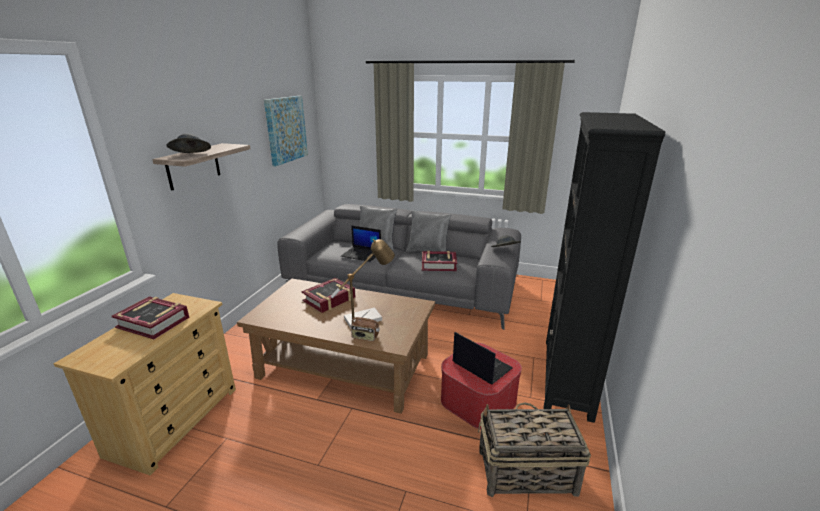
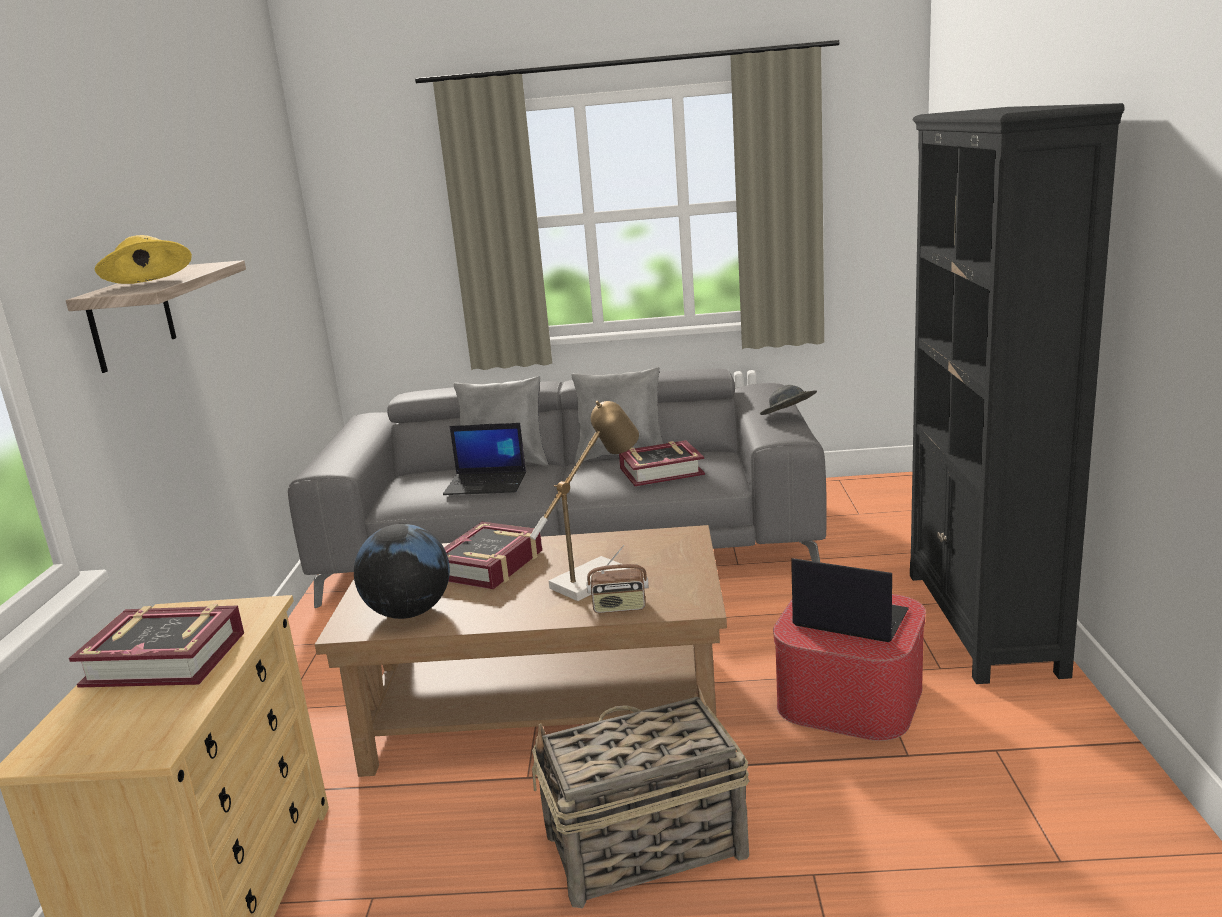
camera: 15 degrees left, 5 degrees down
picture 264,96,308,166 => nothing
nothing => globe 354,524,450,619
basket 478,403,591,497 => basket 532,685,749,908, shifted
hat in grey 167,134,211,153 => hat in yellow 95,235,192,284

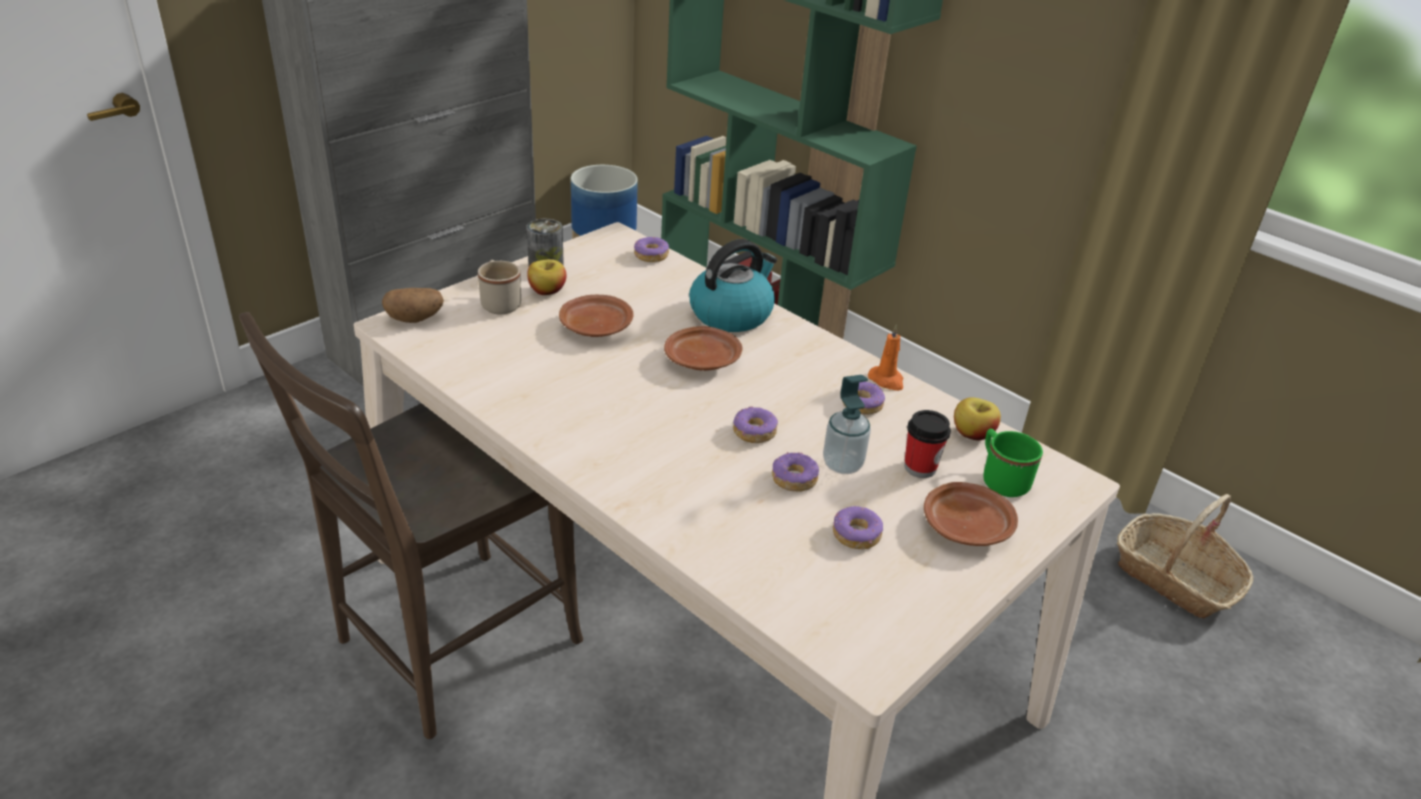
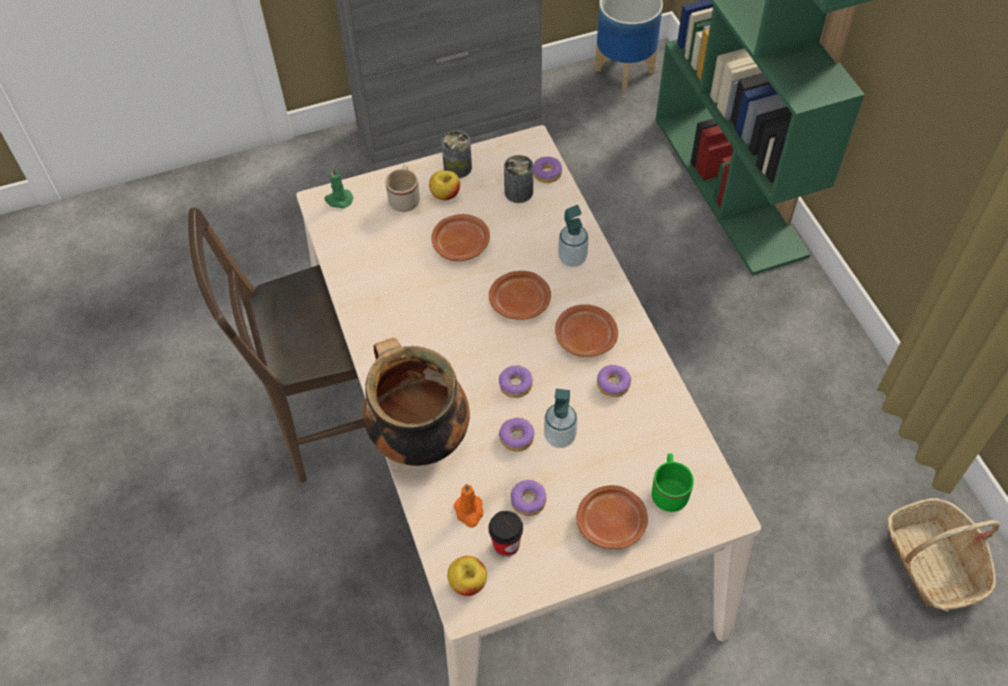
camera: 30 degrees right, 20 degrees up
nothing => cooking pot 363,338,470,466
nothing => can 504,155,533,203
nothing => plate in brown 555,304,618,357
candle in orange 868,325,903,391 => candle in orange 453,484,484,528, shifted
cup 904,410,951,478 => cup 488,511,523,557, shifted
apple 954,397,1001,440 => apple 447,556,487,596, shifted
potato 382,288,444,323 => candle in green 325,167,354,209
kettle 689,239,777,332 => soap dispenser 558,205,589,267

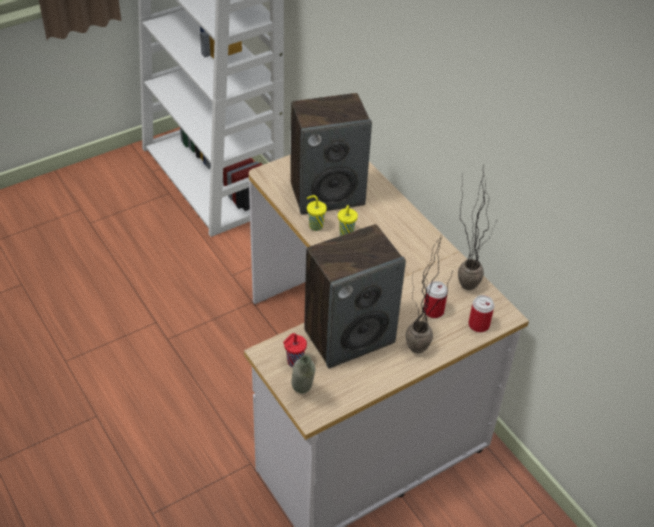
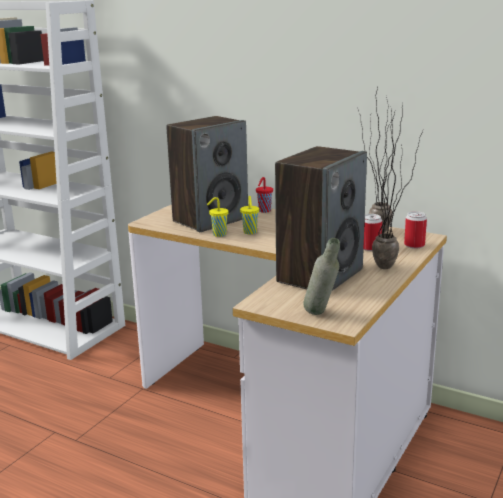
camera: 25 degrees left, 25 degrees down
cup in red 283,333,307,368 => cup in red 256,177,273,213, shifted

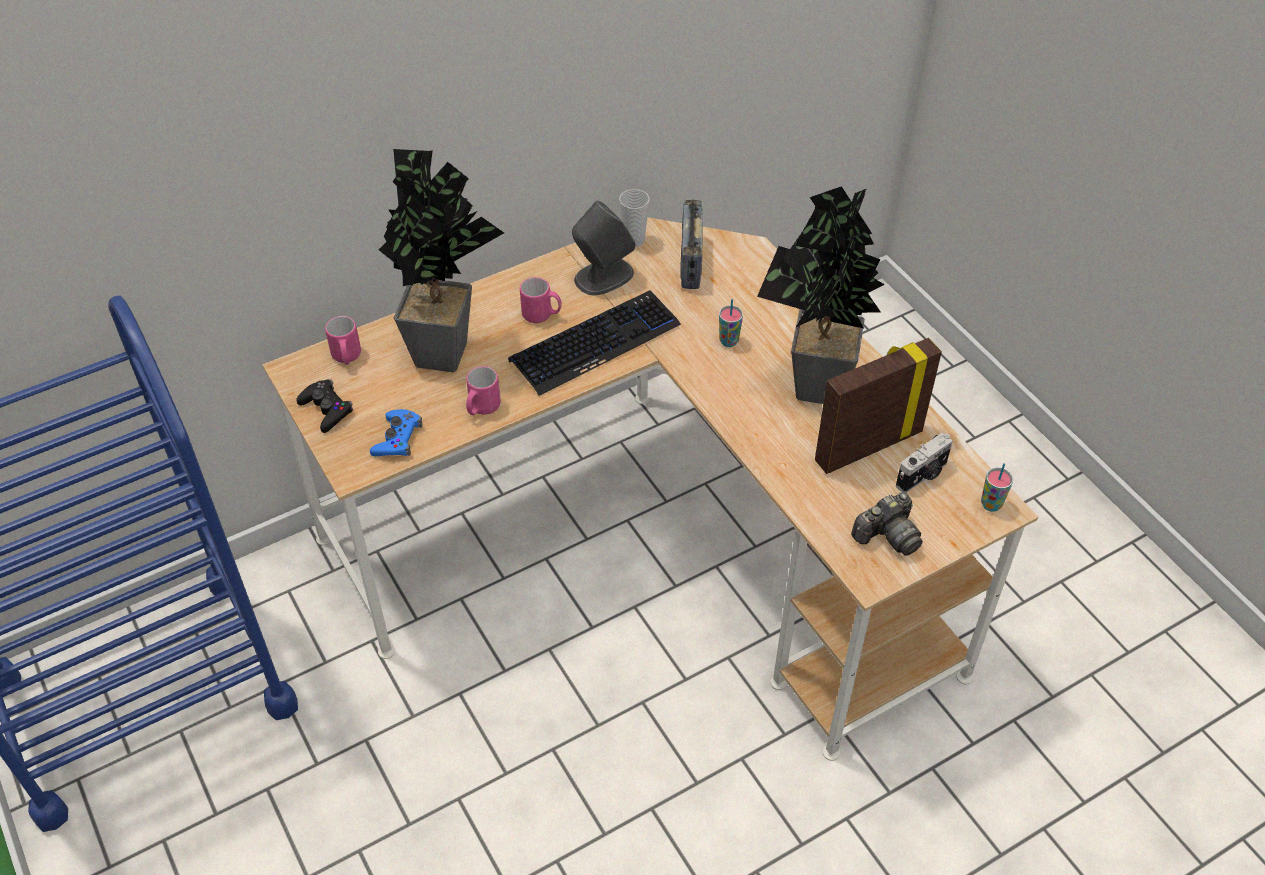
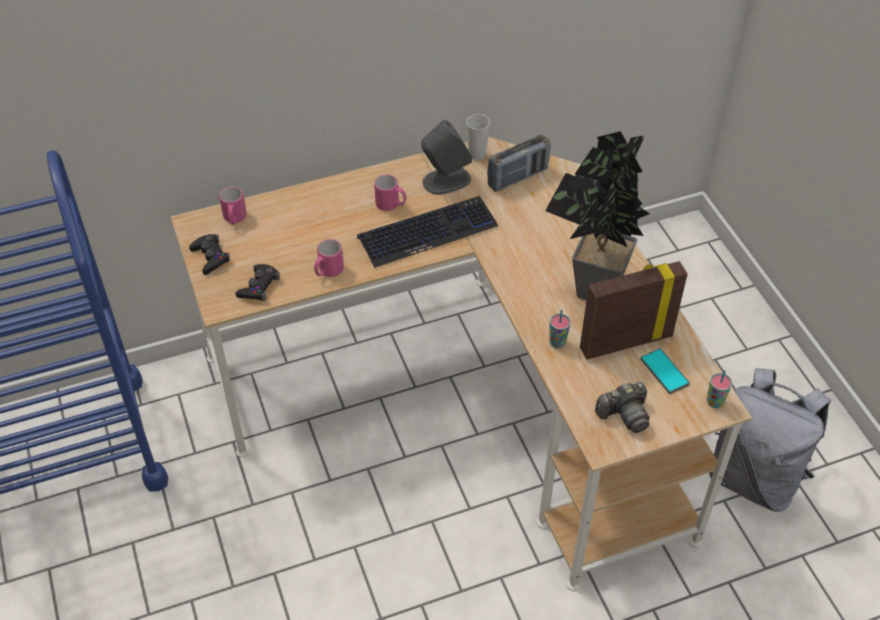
camera: 10 degrees right, 0 degrees up
potted plant 379,149,504,372 => nothing
nothing => backpack in grey 709,368,831,512
cup 719,299,743,347 => cup 549,310,571,348, shifted
photo camera 896,433,953,493 => phone 640,348,690,394
game controller in blue 370,409,423,456 => game controller in black 235,264,280,301
radio 680,200,702,289 => radio 487,135,551,192, 135 degrees counterclockwise

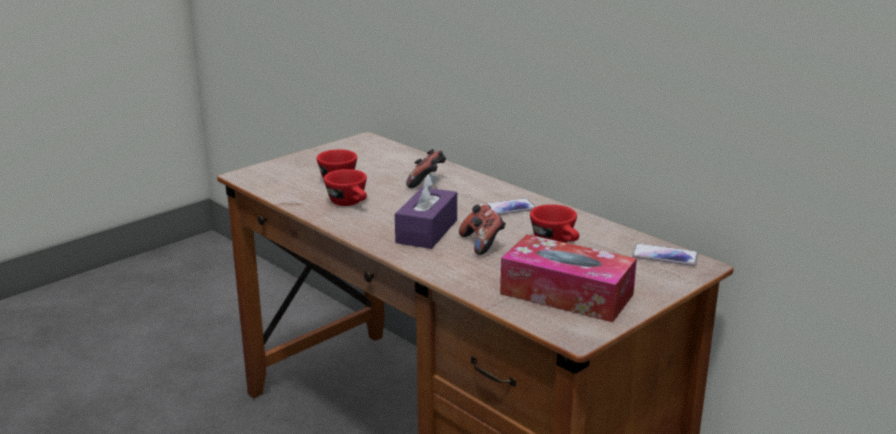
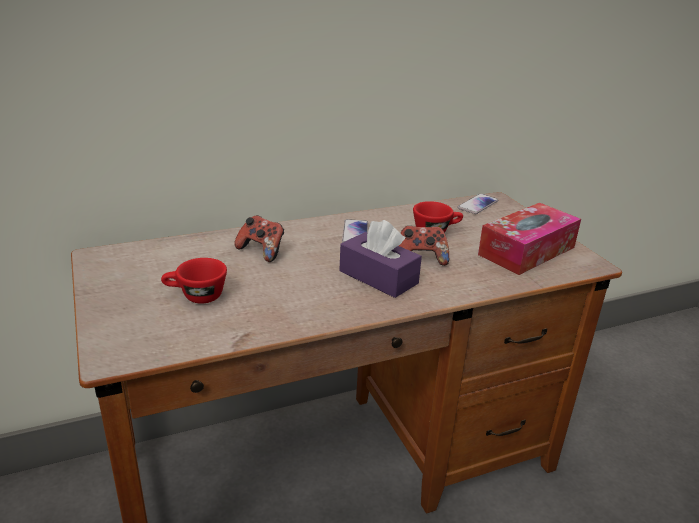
camera: 70 degrees left, 5 degrees up
cup in red 324,169,367,206 => nothing

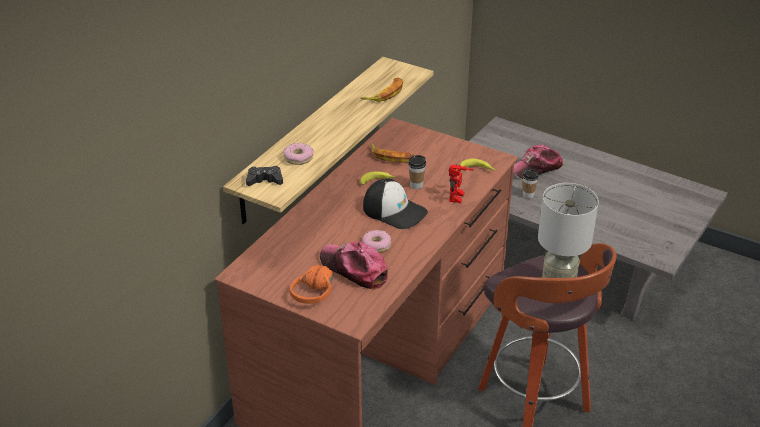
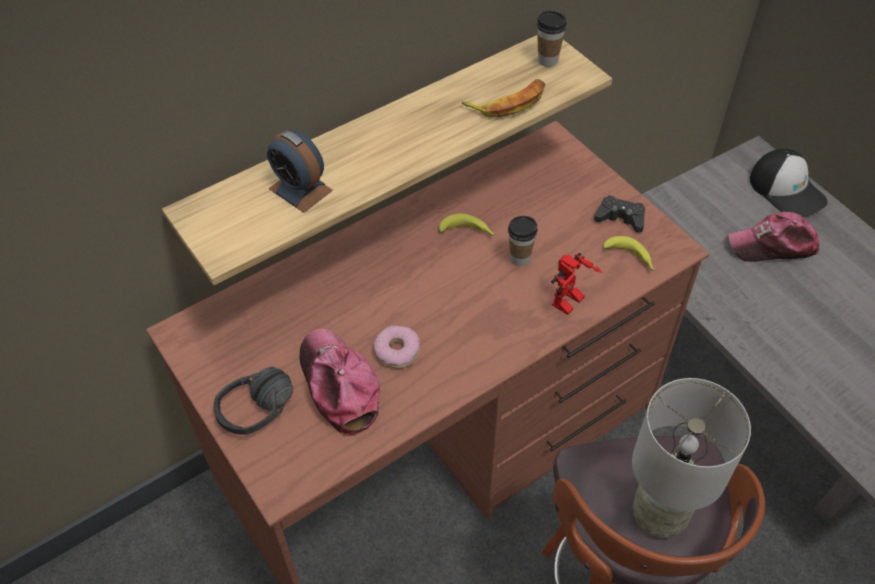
camera: 25 degrees right, 15 degrees up
banana 371,144,416,163 => nothing
game controller in black 246,166,283,186 => game controller in black 594,195,645,233, shifted
cap 363,178,428,229 => cap 750,149,828,218, shifted
cup 523,169,539,198 => cup 537,10,567,67, shifted
donut 283,143,314,165 => alarm clock 267,130,333,213
headphones in orange 290,265,333,304 => headphones in black 213,367,293,435

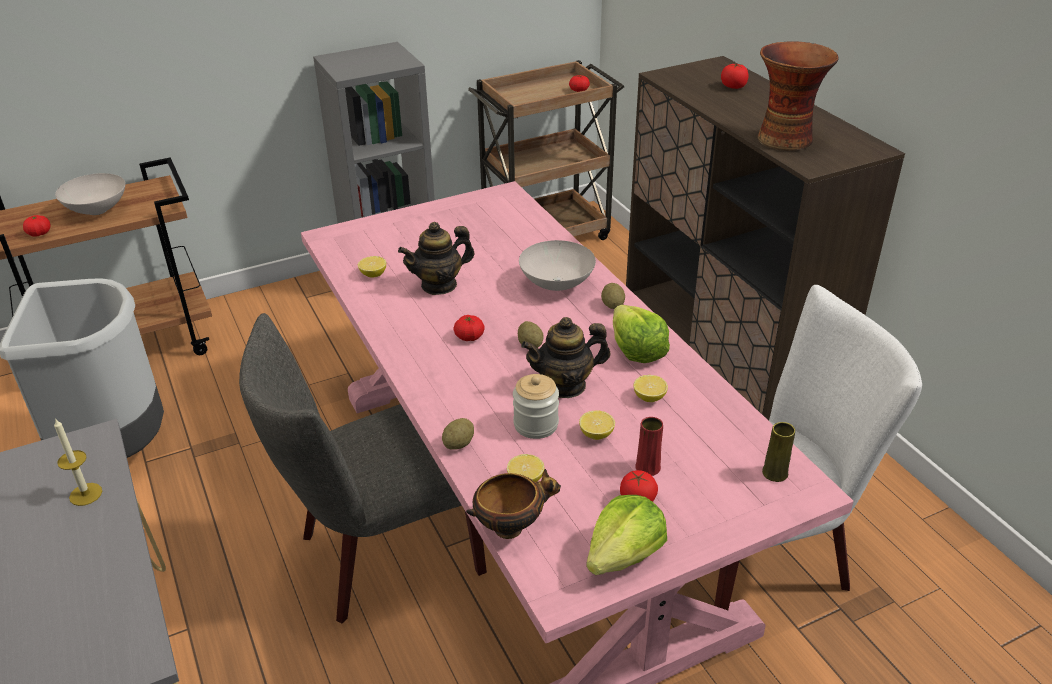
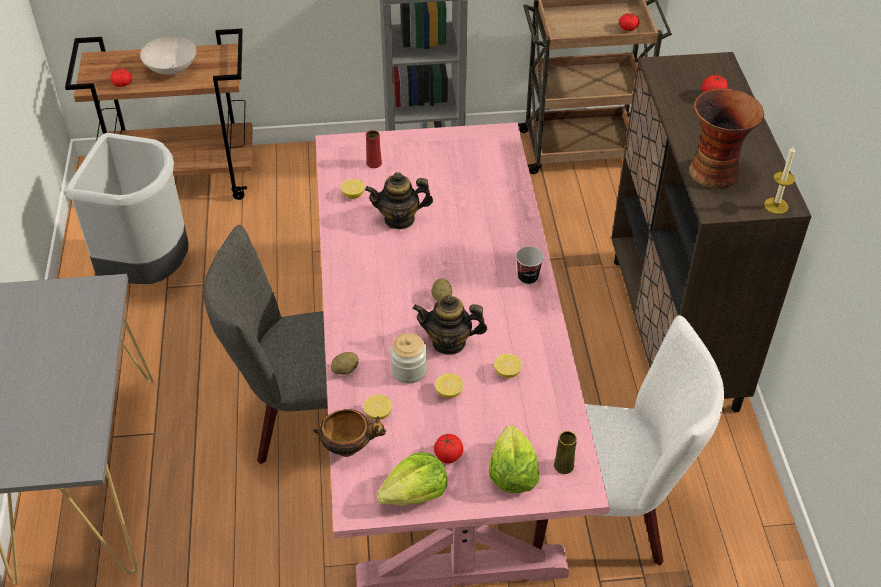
camera: 20 degrees right, 10 degrees up
tomato 453,315,485,341 => nothing
bowl in white 519,240,596,291 => nothing
candle 54,418,102,506 => candle 764,146,795,214, shifted
lettuce 613,305,670,363 => lettuce 489,425,540,493, shifted
vase in red 635,417,663,476 => vase in red 366,130,382,168, shifted
potato 601,283,625,309 => cup 516,247,544,285

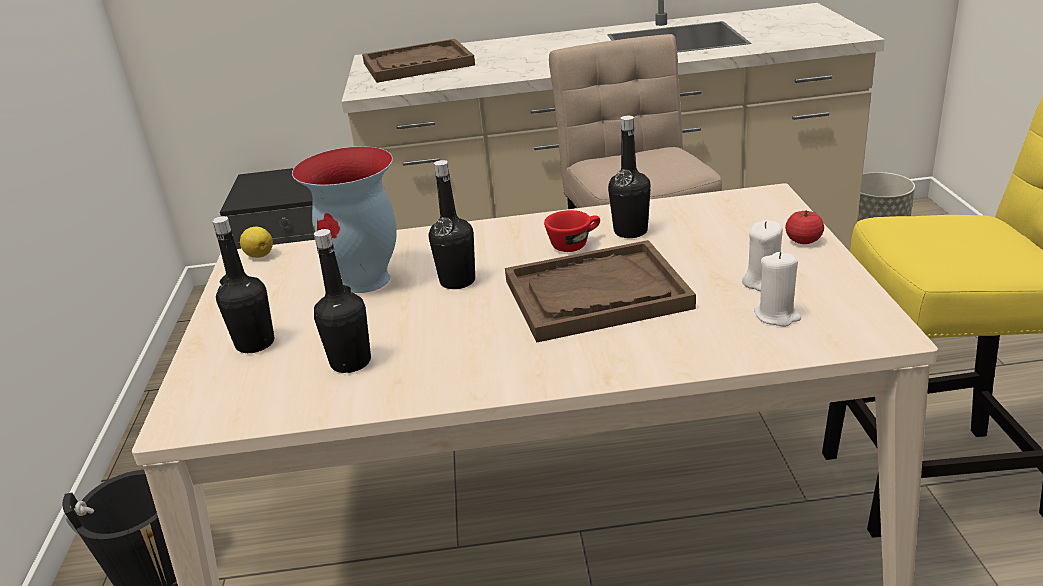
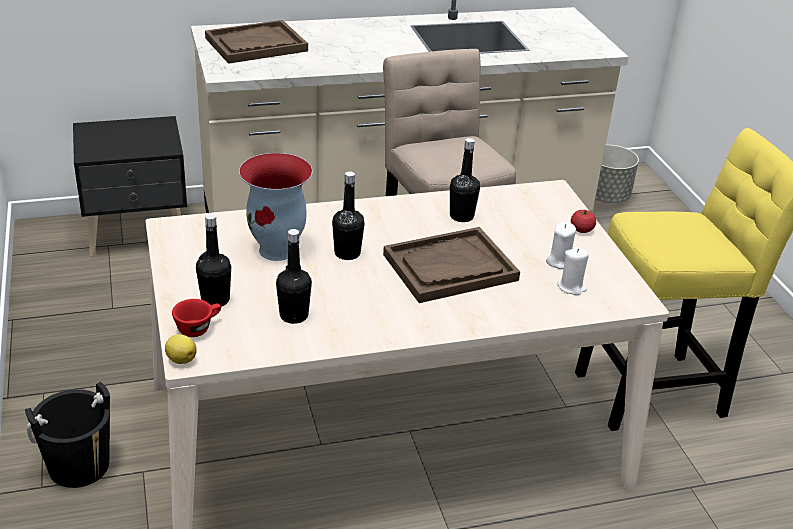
camera: 15 degrees left, 5 degrees up
lemon 240,227,273,258 => lemon 165,334,197,364, shifted
cup in red 544,210,600,252 => cup in red 172,299,221,337, shifted

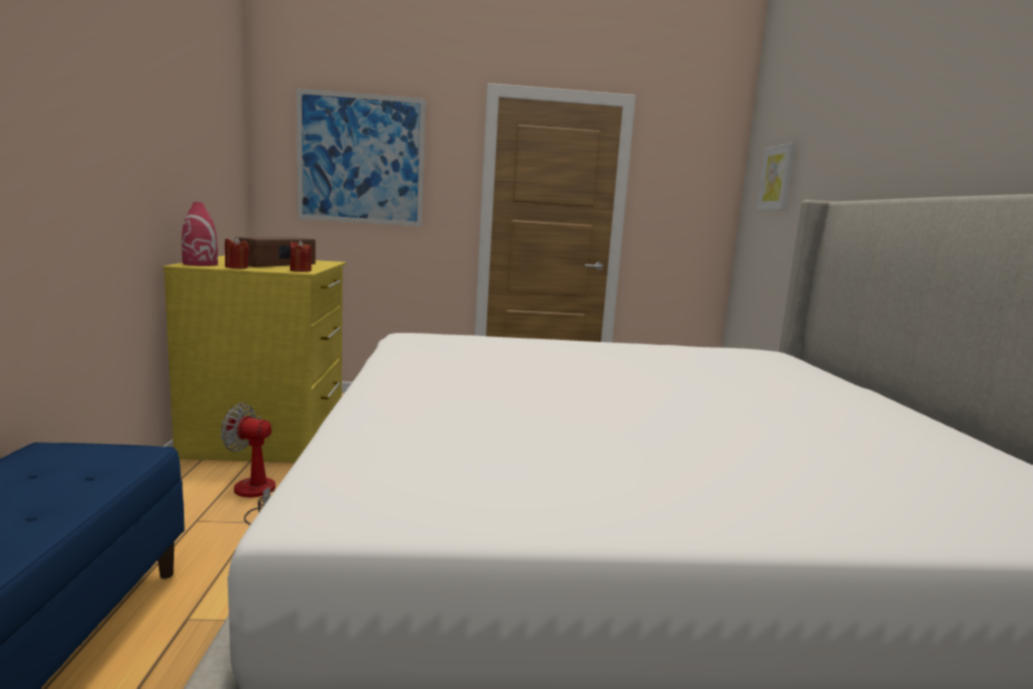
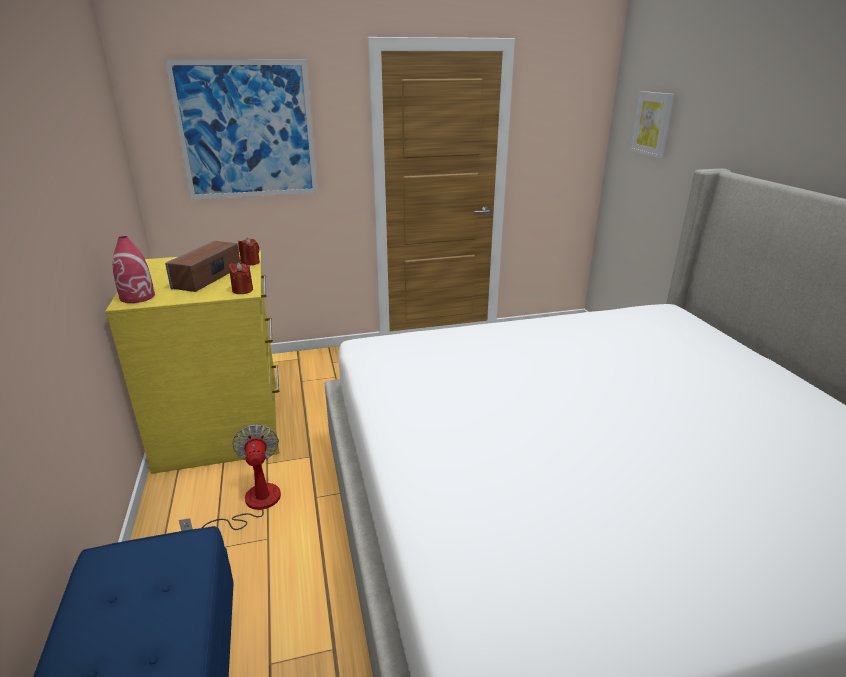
camera: 10 degrees left, 15 degrees up
candle in red 225,237,250,269 => candle in red 238,237,260,265, shifted
fan 221,403,276,525 => fan 179,424,281,531, 75 degrees clockwise

